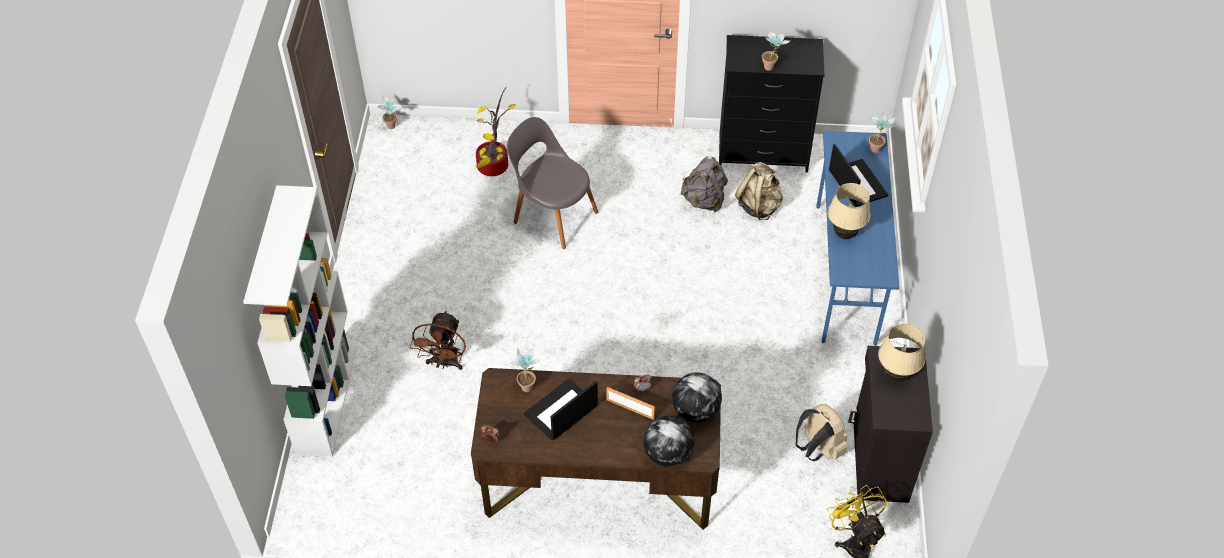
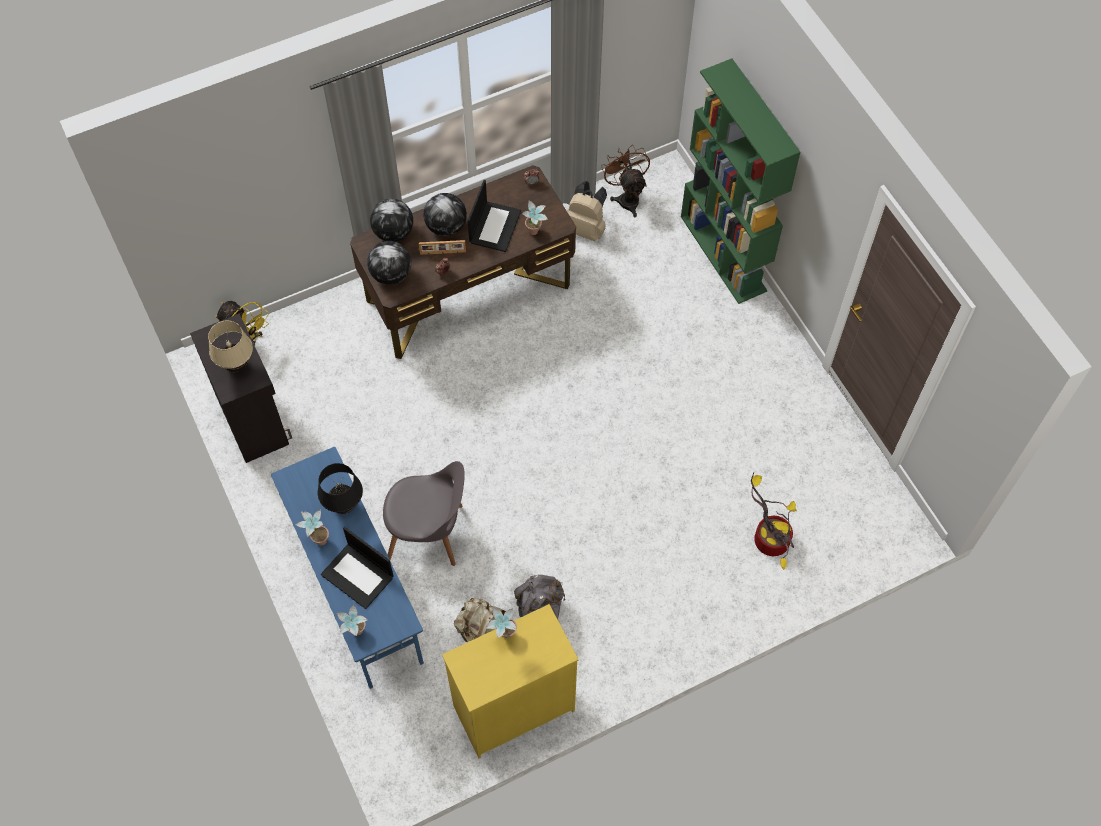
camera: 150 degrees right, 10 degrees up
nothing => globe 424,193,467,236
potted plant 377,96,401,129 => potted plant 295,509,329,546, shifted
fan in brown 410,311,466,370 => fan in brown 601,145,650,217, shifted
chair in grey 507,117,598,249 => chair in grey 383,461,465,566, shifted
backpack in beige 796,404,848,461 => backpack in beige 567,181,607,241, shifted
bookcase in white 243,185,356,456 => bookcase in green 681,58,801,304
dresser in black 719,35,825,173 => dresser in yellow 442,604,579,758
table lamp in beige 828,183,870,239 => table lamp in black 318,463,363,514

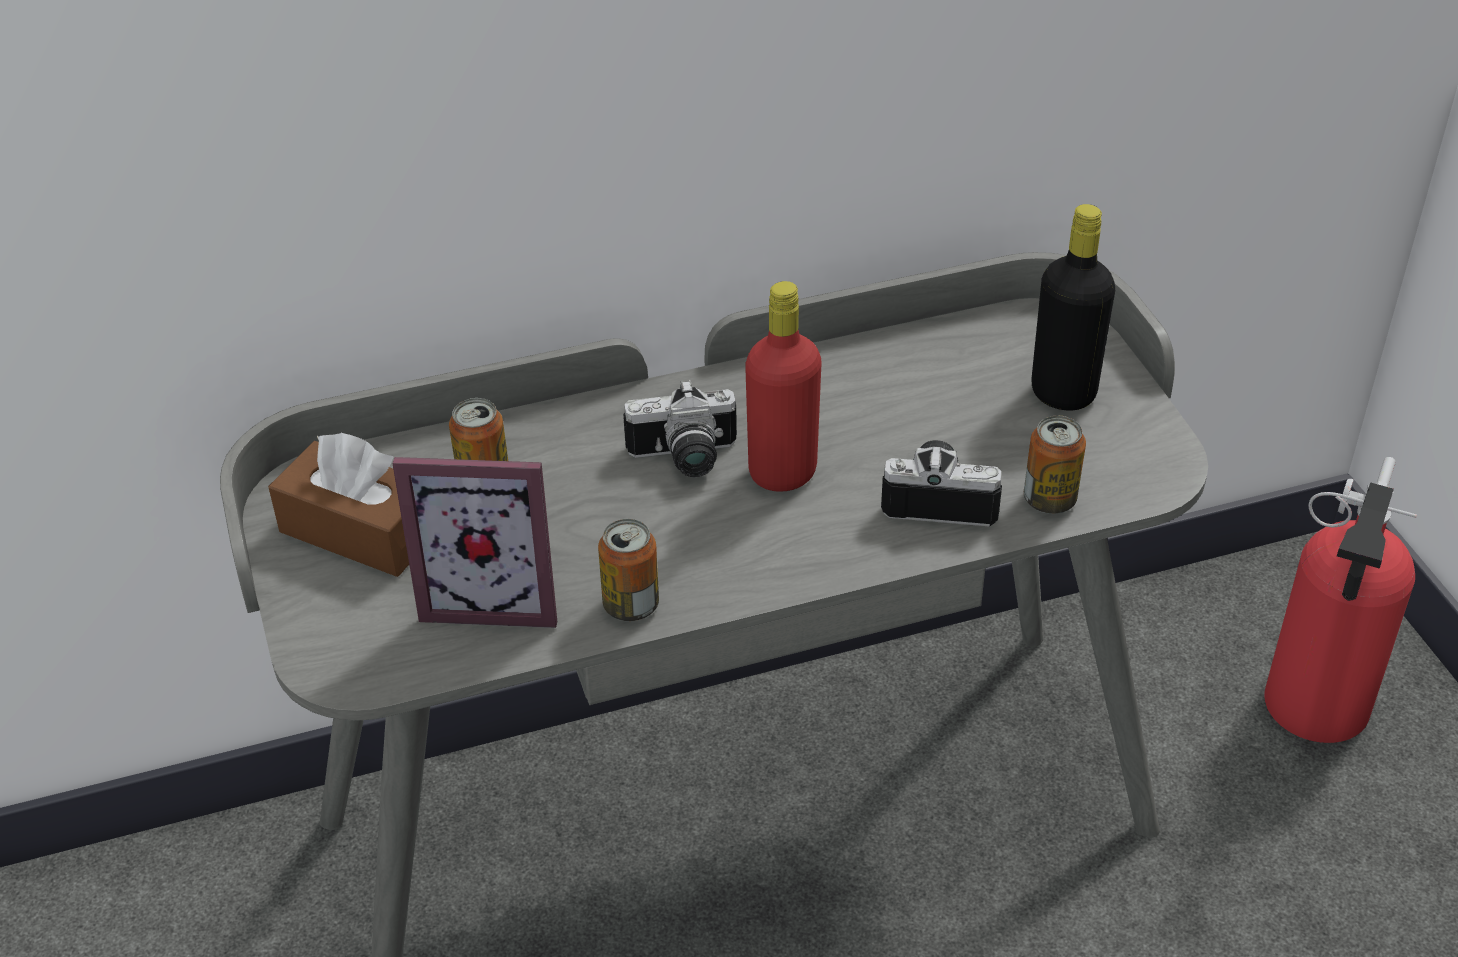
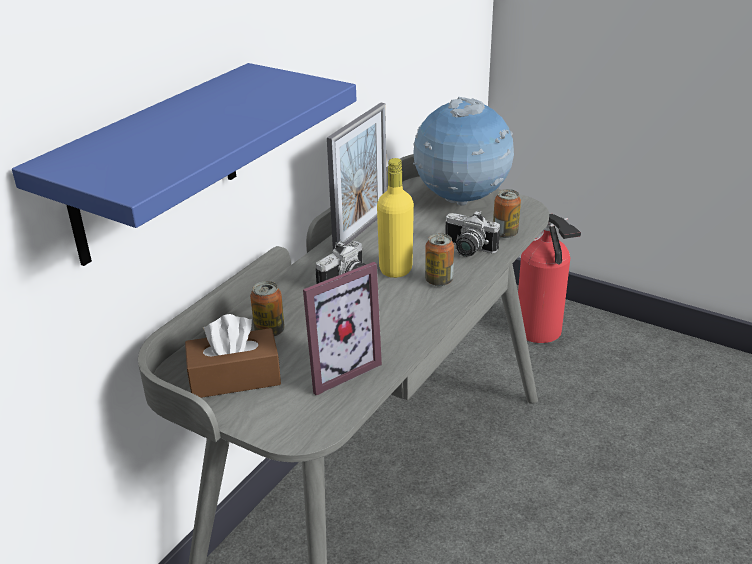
camera: 40 degrees left, 10 degrees down
nothing => shelf in blue 12,63,356,266
nothing => picture frame 327,103,387,250
can 598,519,659,621 => can 425,233,454,286, shifted
bottle in black 1032,204,1115,410 => globe 413,96,514,206
bottle in red 745,281,822,492 => bottle in yellow 377,158,414,278
photo camera 881,440,1002,527 => photo camera 445,210,500,257, 120 degrees counterclockwise

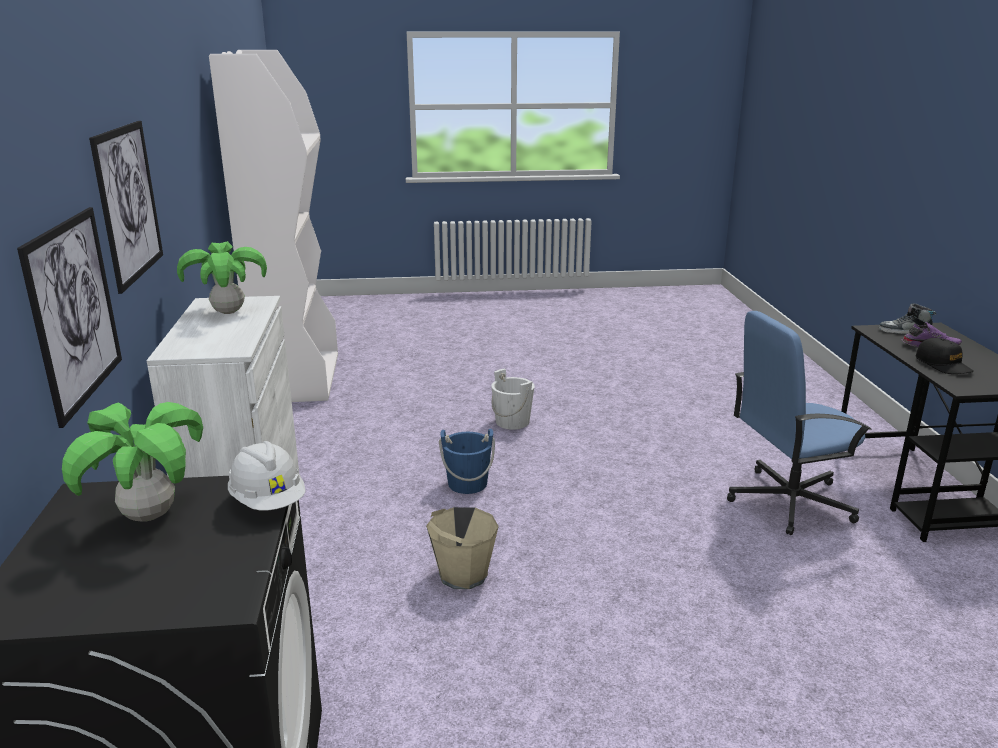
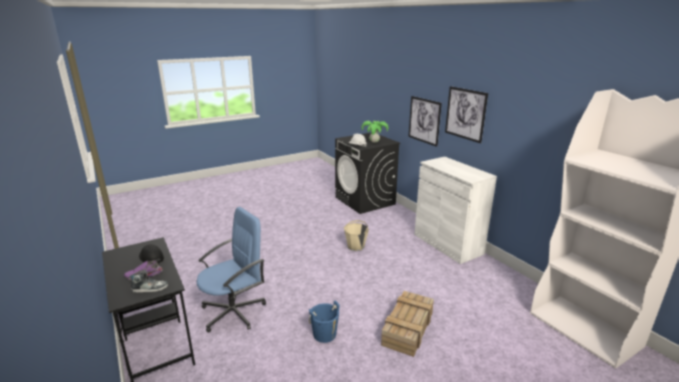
camera: 155 degrees right, 0 degrees up
potted plant 177,241,267,314 => nothing
bucket in blue 439,429,495,494 => bucket in blue 309,300,340,343, shifted
bucket in white 491,368,535,430 => crate 381,291,434,357

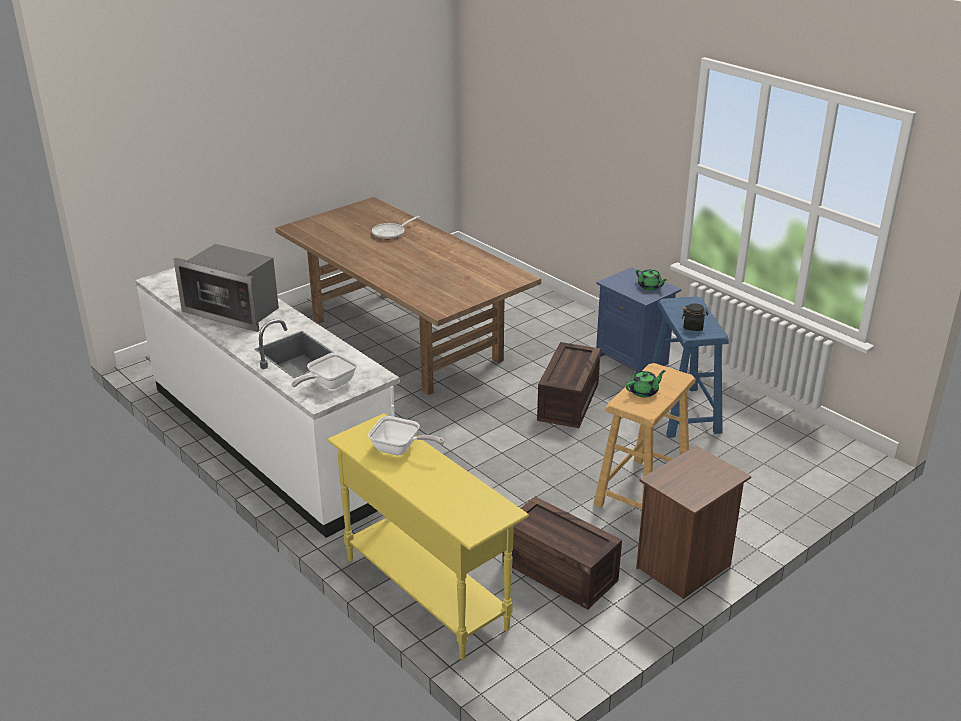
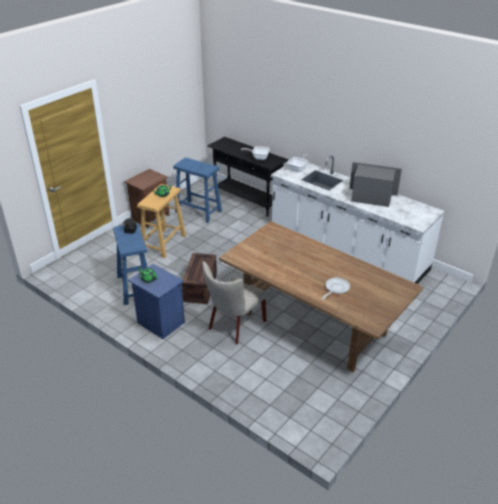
camera: 170 degrees right, 5 degrees up
nothing => chair in beige 202,261,267,344
crate 502,496,622,610 => stool in blue 173,158,222,223
console table in yellow 327,413,529,660 => console table in black 207,137,288,217

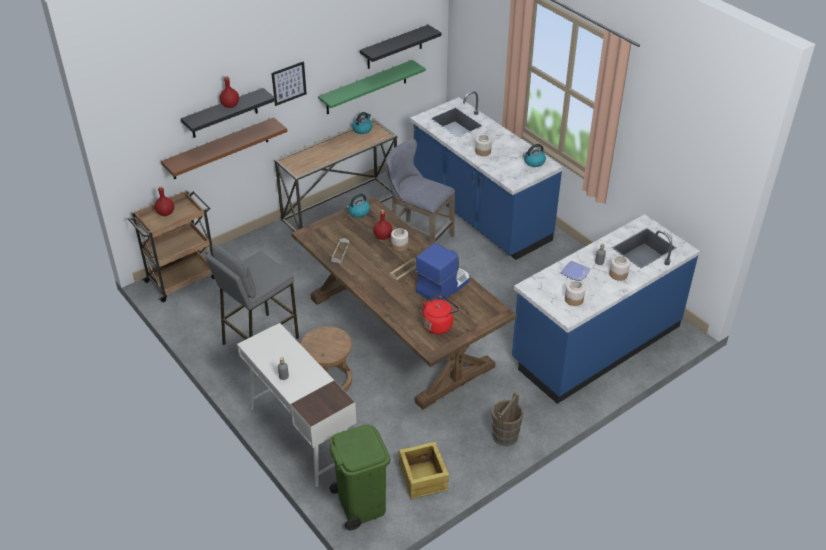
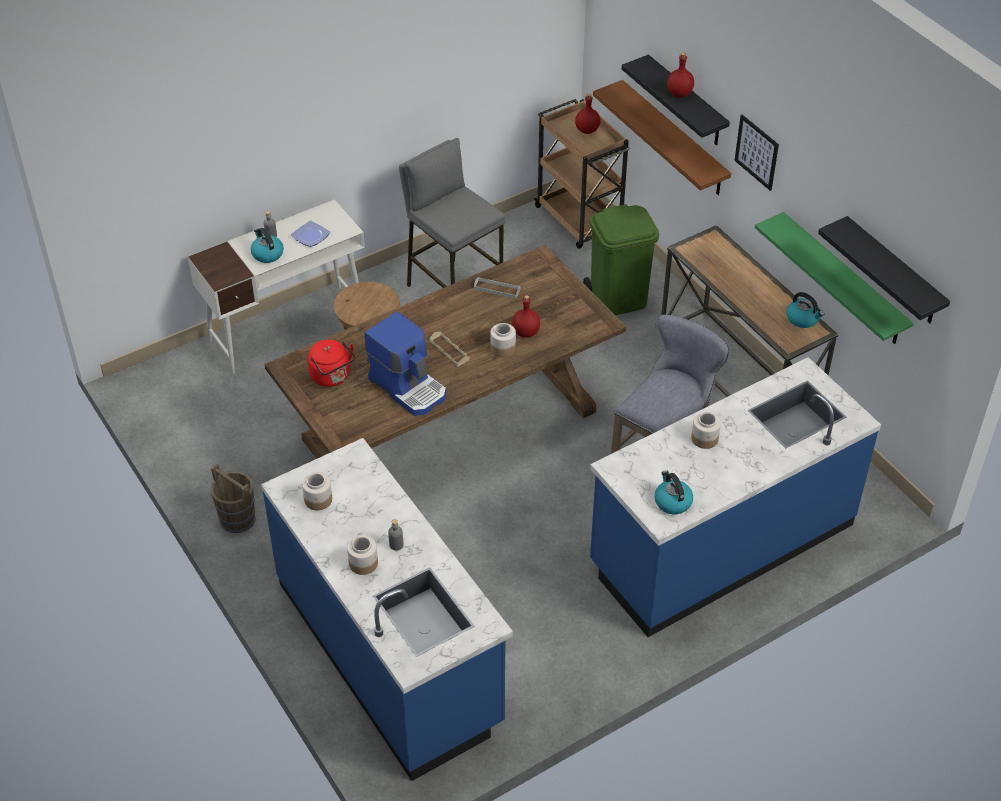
camera: 95 degrees right, 5 degrees up
crate 398,442,449,499 => nothing
trash can in green 329,424,391,530 => trash can in green 583,204,659,315, shifted
kettle 346,194,370,218 => kettle 251,228,284,263, shifted
plate 561,261,591,281 => plate 291,220,331,247, shifted

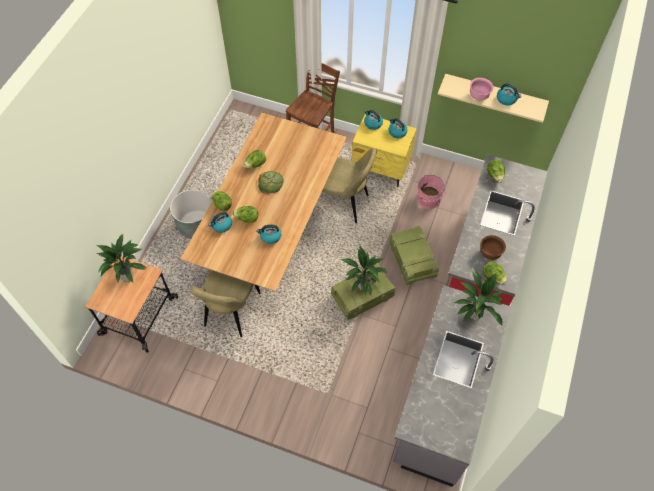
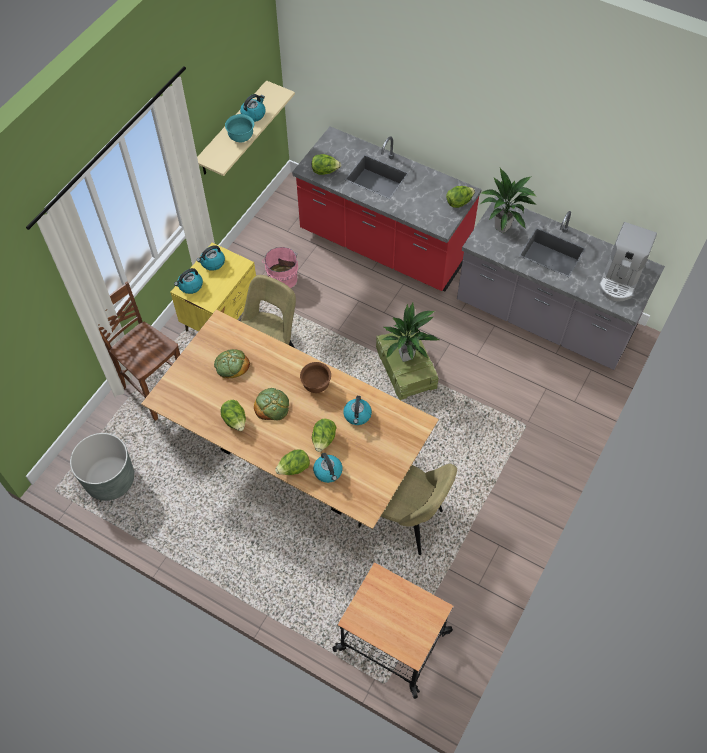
camera: 80 degrees left, 0 degrees up
potted plant 97,234,146,284 => nothing
crate 389,225,439,285 => nothing
nothing => bread 214,349,250,378
nothing => coffee machine 599,222,657,302
planter in grey 170,189,211,239 => planter in grey 70,433,134,501, shifted
bowl in brown 480,235,506,260 => bowl in brown 300,362,331,393, shifted
bowl in pink 470,78,494,101 => bowl in turquoise 225,114,254,143

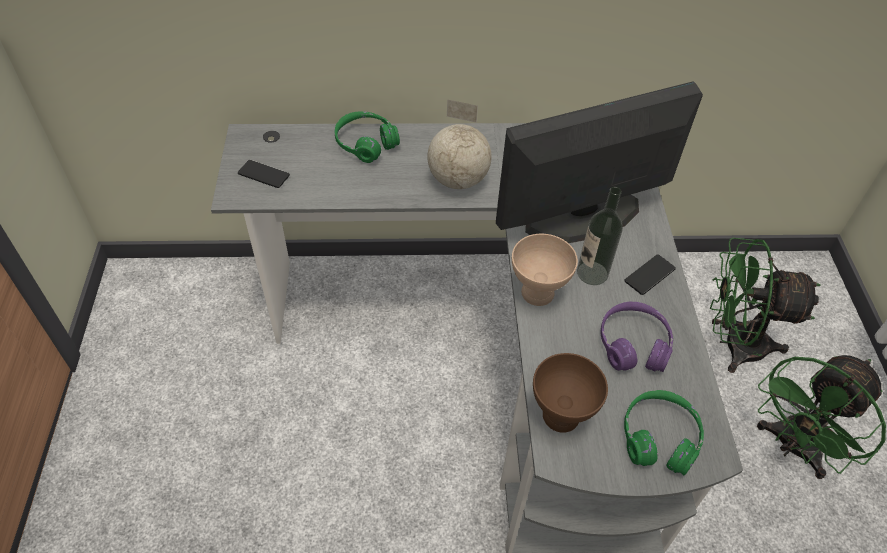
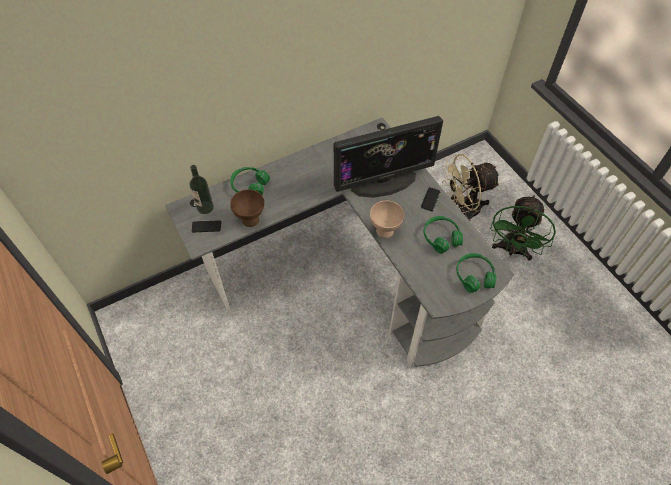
camera: 25 degrees left, 5 degrees up
globe 427,100,492,189 => nothing
bowl in brown 533,353,608,433 => bowl in brown 230,189,264,227, shifted
bottle 577,187,623,285 => bottle 190,165,214,214, shifted
headphones in purple 600,302,673,372 => headphones in green 423,216,463,253
fan in green 710,238,821,373 => fan in beige 442,154,501,221
monitor 496,81,703,243 => monitor 334,116,443,198, 150 degrees counterclockwise

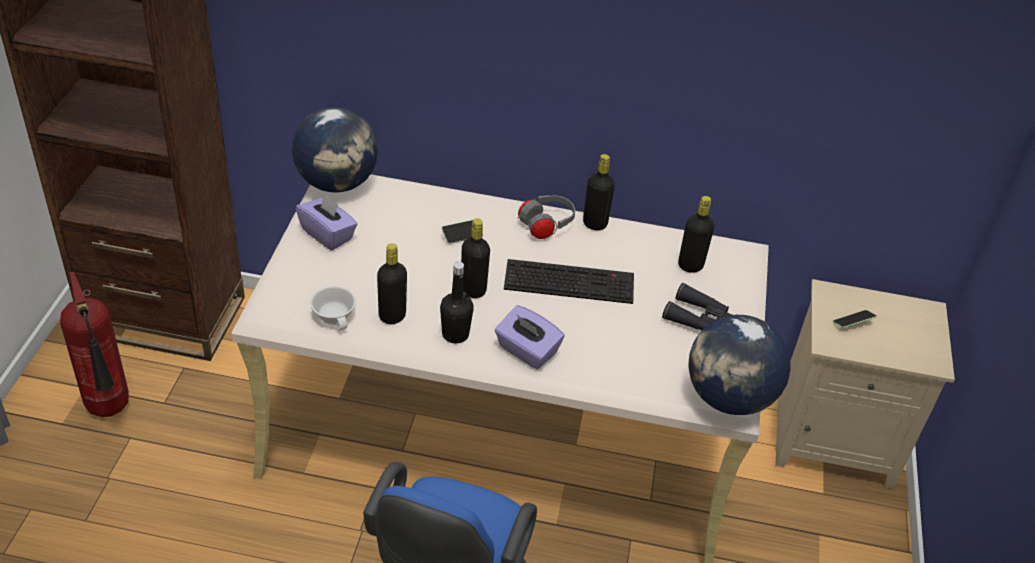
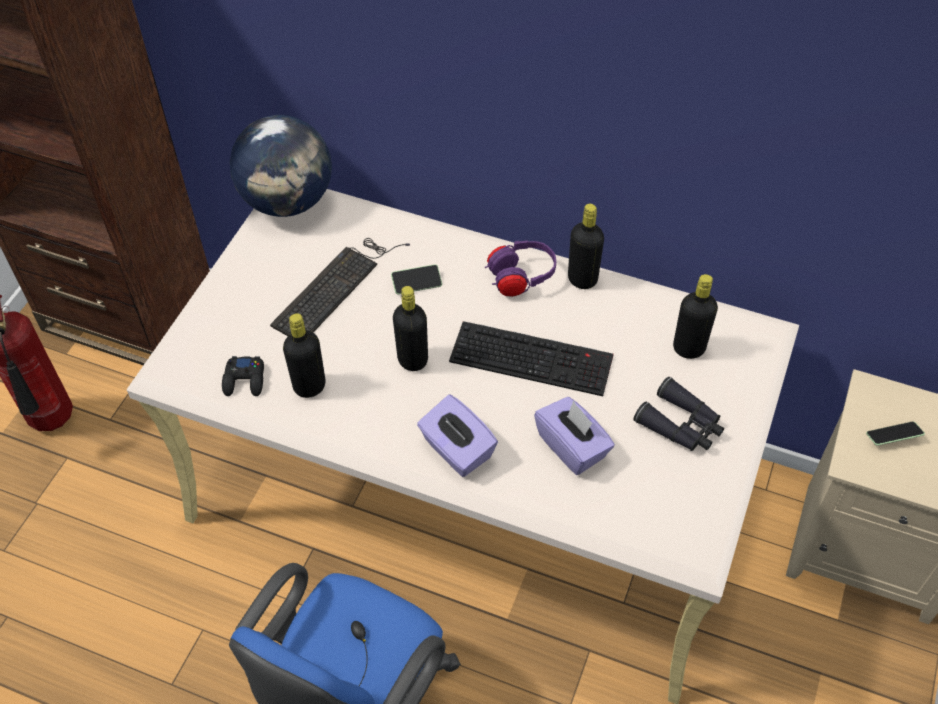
camera: 15 degrees right, 10 degrees up
bottle in black 440,262,474,344 => nothing
globe 688,315,791,415 => nothing
nothing => keyboard 270,238,410,336
tissue box in purple 296,194,358,250 => tissue box in purple 534,397,615,475, shifted
cup in white 310,286,356,331 => game controller in black 222,356,264,396
headphones in grey 517,195,575,239 => headphones in purple 485,240,556,297

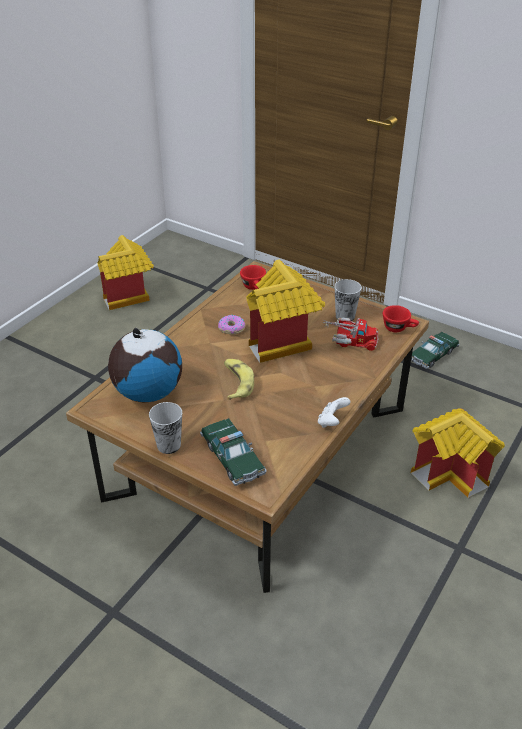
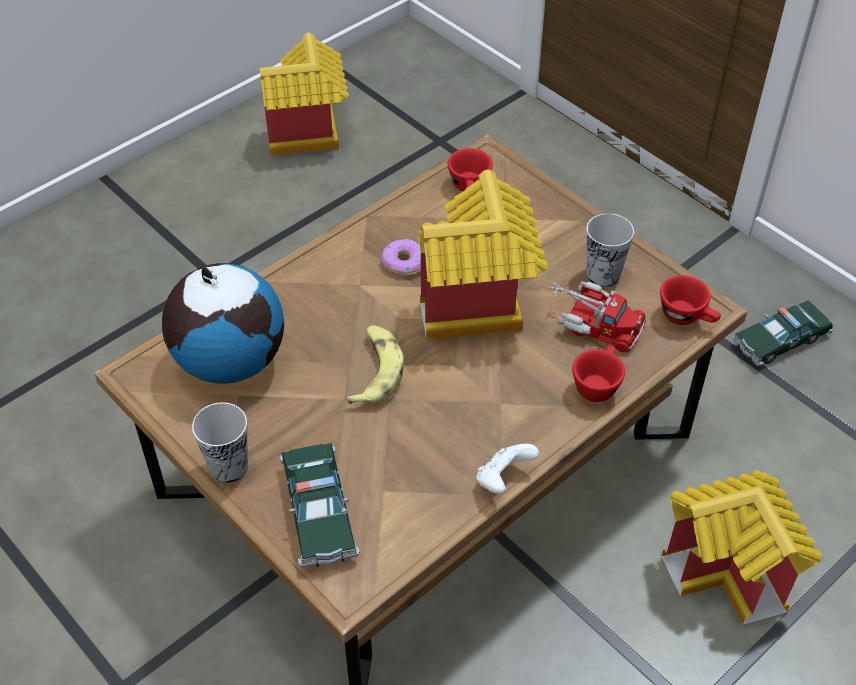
camera: 15 degrees right, 10 degrees up
nothing => cup in red 572,345,625,402

